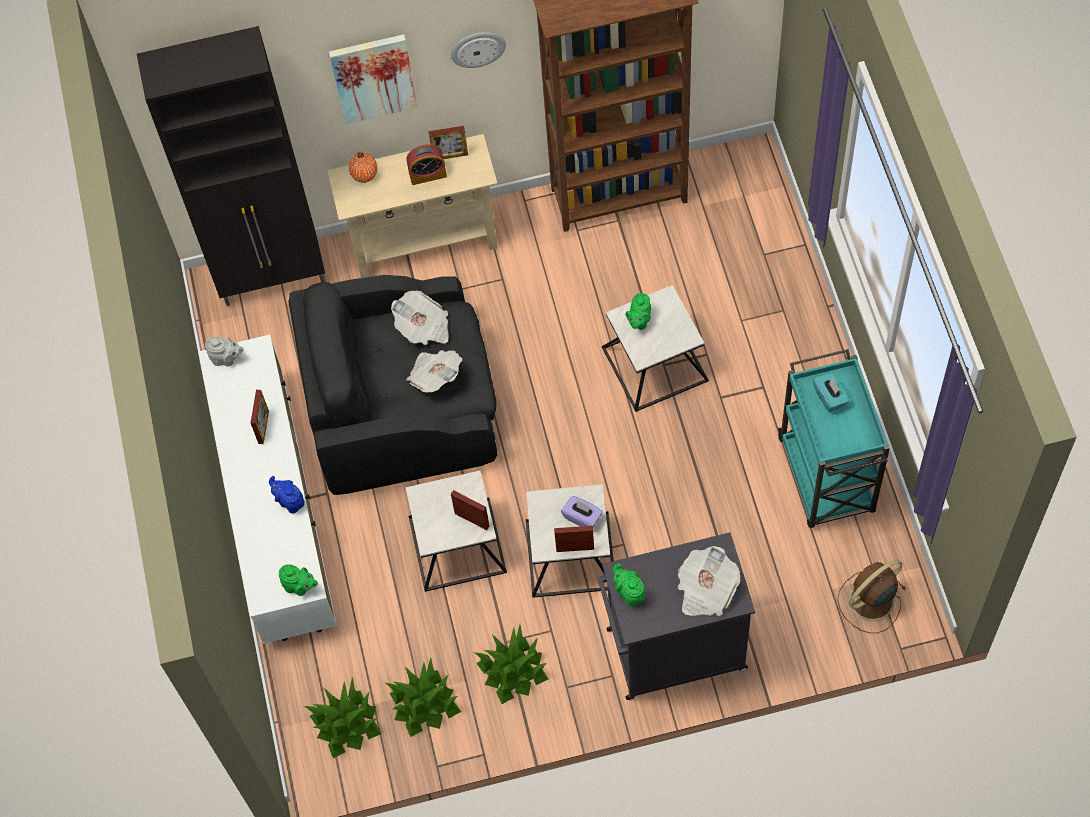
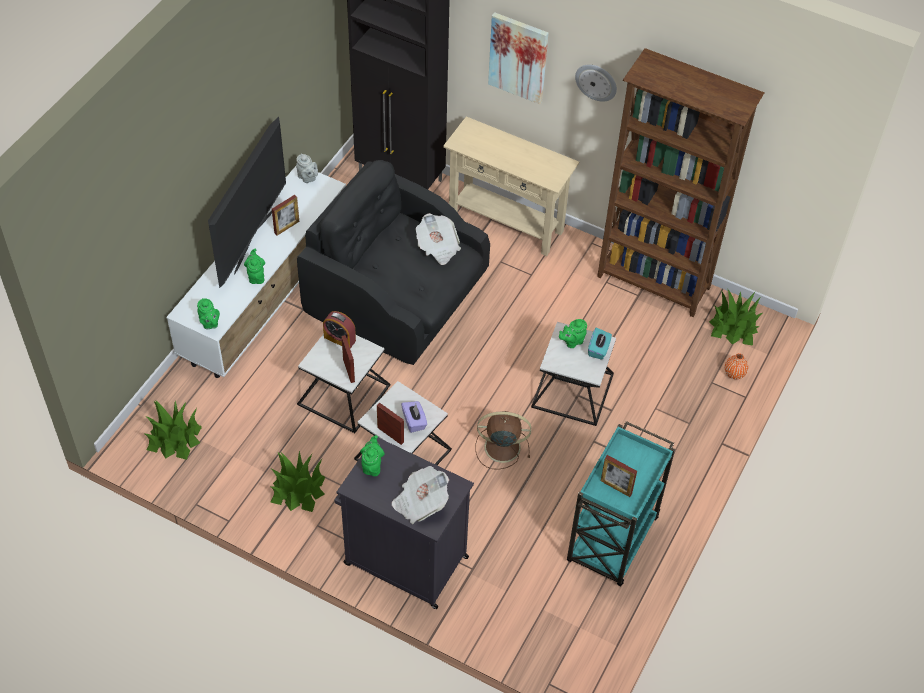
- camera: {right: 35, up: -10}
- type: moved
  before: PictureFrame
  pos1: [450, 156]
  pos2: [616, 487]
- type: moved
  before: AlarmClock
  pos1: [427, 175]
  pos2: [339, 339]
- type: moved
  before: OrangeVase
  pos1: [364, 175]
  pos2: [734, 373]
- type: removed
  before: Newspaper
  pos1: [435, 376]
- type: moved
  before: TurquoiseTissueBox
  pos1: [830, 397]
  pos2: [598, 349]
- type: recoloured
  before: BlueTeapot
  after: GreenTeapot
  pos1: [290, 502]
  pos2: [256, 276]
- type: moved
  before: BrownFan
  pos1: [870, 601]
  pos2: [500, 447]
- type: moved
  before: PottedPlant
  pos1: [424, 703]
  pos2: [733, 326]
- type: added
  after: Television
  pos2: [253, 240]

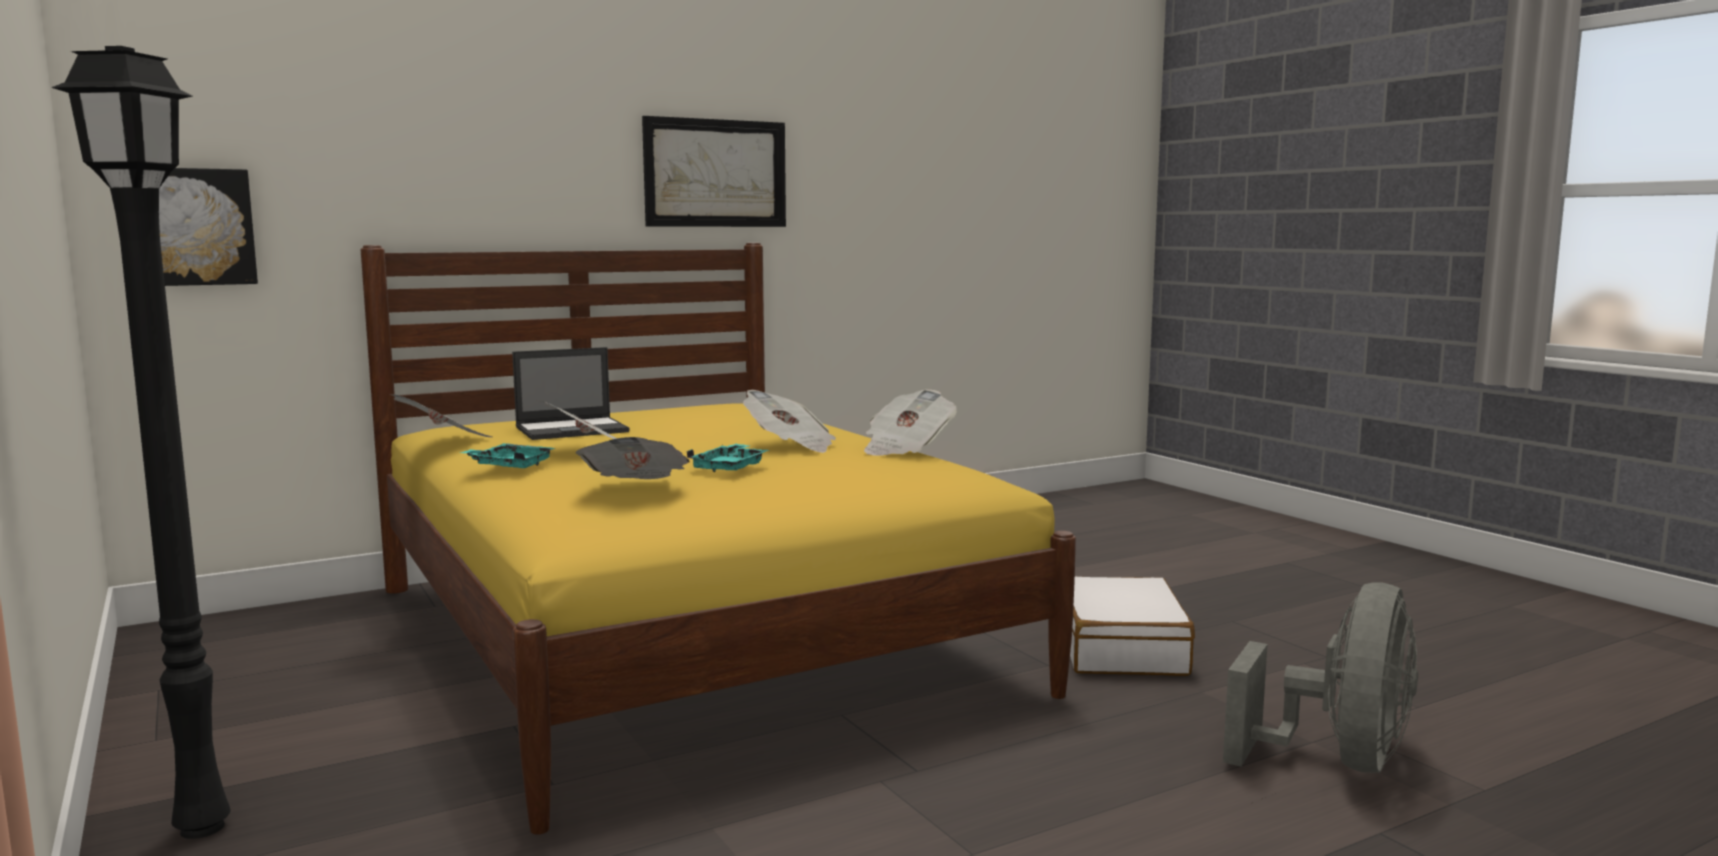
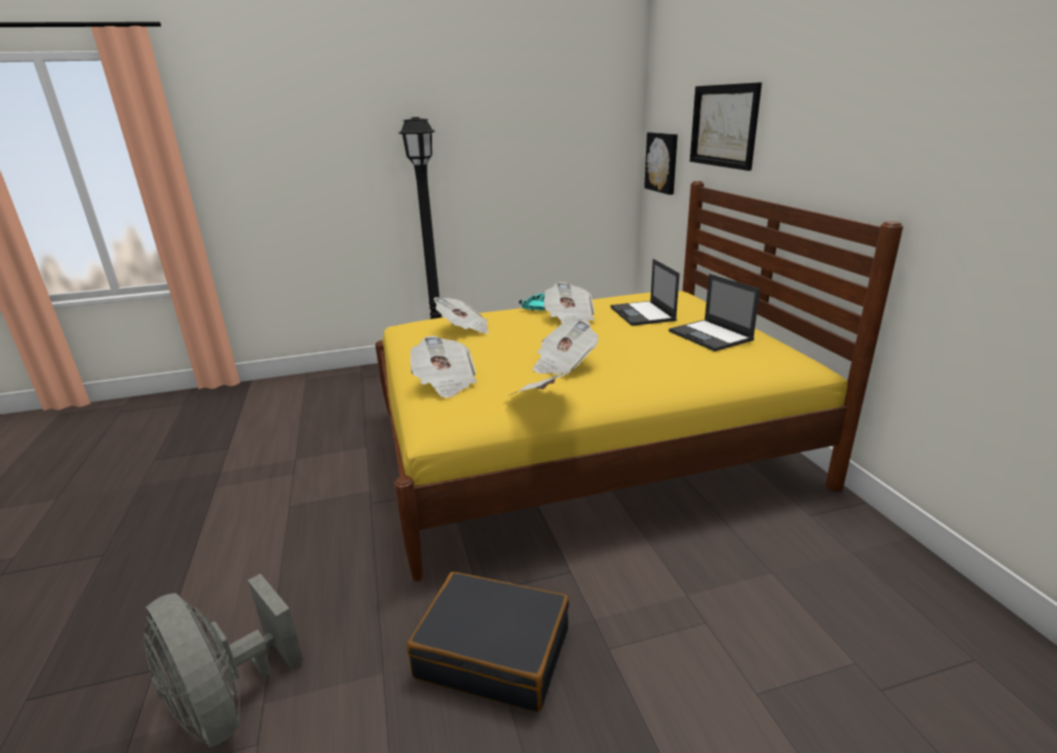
- camera: {right: 105, up: 15}
- type: moved
  before: Picture
  pos1: [715, 173]
  pos2: [724, 126]
- type: moved
  before: Newspaper
  pos1: [443, 441]
  pos2: [445, 383]
- type: removed
  before: TurquoiseTray
  pos1: [730, 468]
- type: recoloured
  before: WhiteSuitcase
  after: BlackSuitcase
  pos1: [1119, 648]
  pos2: [494, 652]
- type: added
  after: Laptop
  pos2: [711, 336]

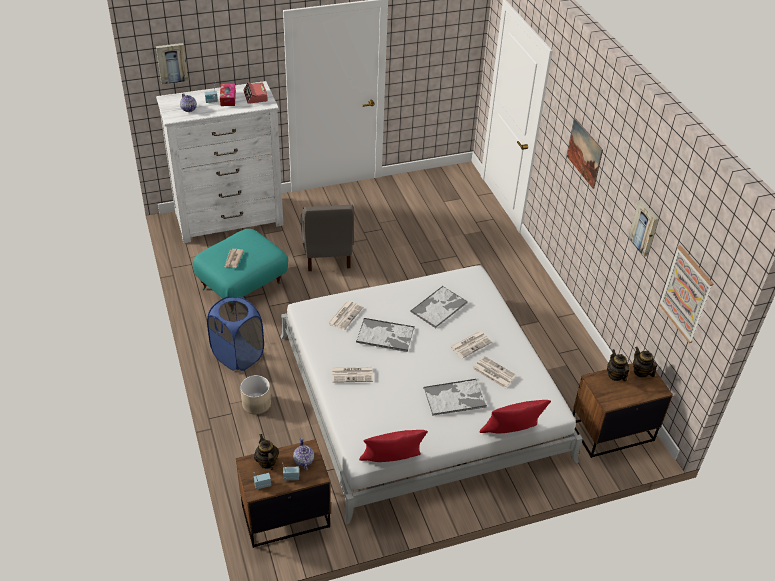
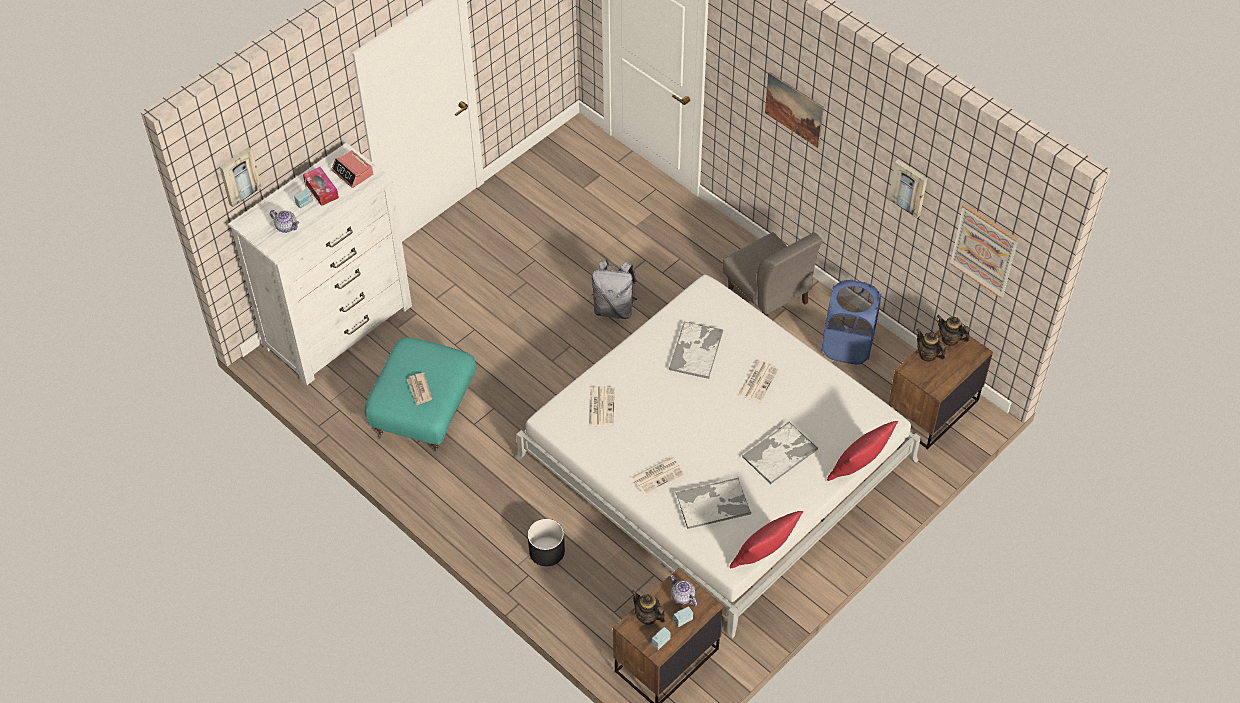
- camera: {right: -25, up: 10}
- type: moved
  before: GreyChair
  pos1: [327, 254]
  pos2: [768, 296]
- type: moved
  before: BlueLaundryBasket
  pos1: [238, 355]
  pos2: [847, 345]
- type: moved
  before: Tray
  pos1: [386, 335]
  pos2: [713, 504]
- type: removed
  before: Newspaper
  pos1: [493, 372]
- type: recoloured
  before: BeigePlanter
  after: BlackPlanter
  pos1: [256, 403]
  pos2: [546, 551]
- type: added
  after: GreyBackpack
  pos2: [614, 308]

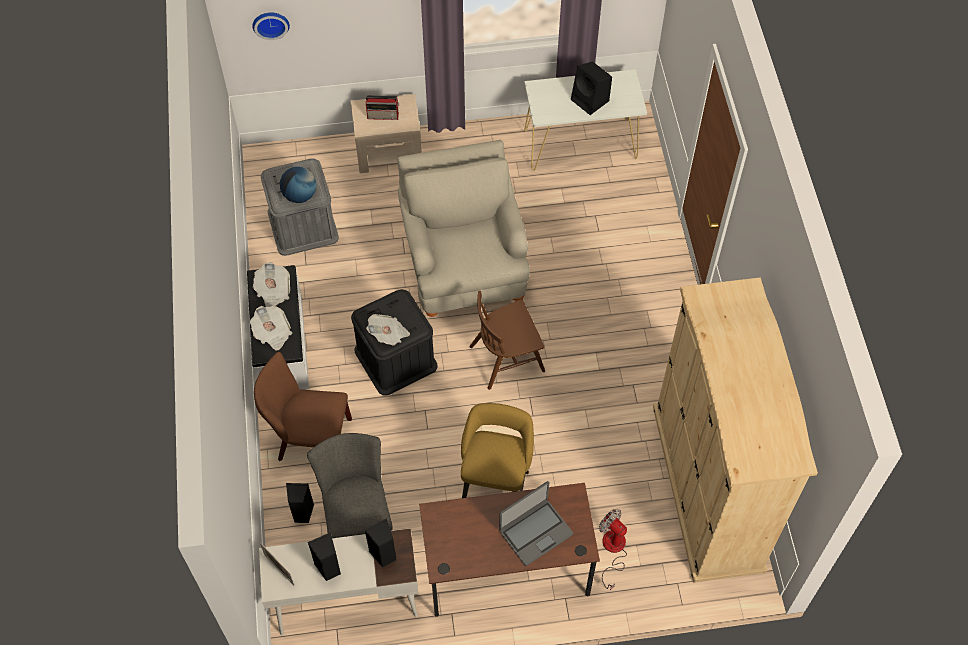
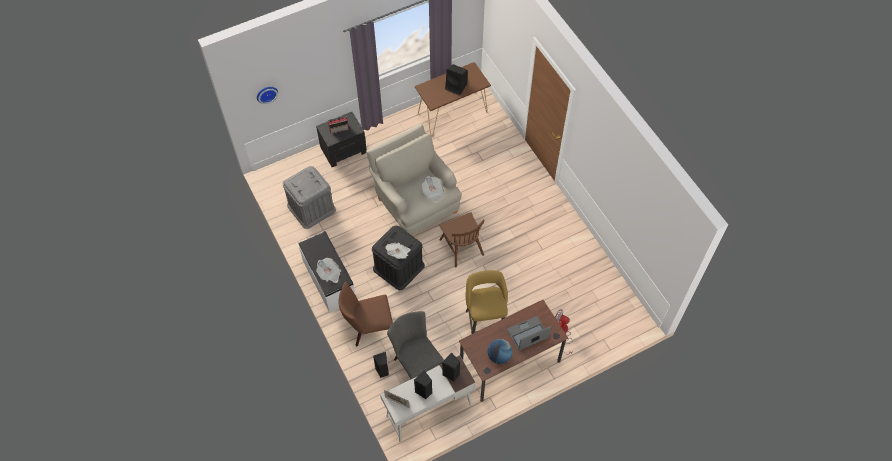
- camera: {right: -20, up: 0}
- type: recoloured
  before: WhiteConsoleTable
  after: BrownConsoleTable
  pos1: [581, 144]
  pos2: [452, 113]
- type: recoloured
  before: BeigeNightstand
  after: BlackNightstand
  pos1: [389, 151]
  pos2: [343, 149]
- type: moved
  before: Globe
  pos1: [300, 195]
  pos2: [499, 356]
- type: moved
  before: Newspaper
  pos1: [273, 291]
  pos2: [433, 193]
- type: removed
  before: BeigeWardrobe
  pos1: [708, 486]
- type: turned
  before: BrownChair
  pos1: [507, 358]
  pos2: [461, 247]
  turn: -75
- type: turned
  before: Laptop
  pos1: [535, 532]
  pos2: [528, 334]
  turn: -150

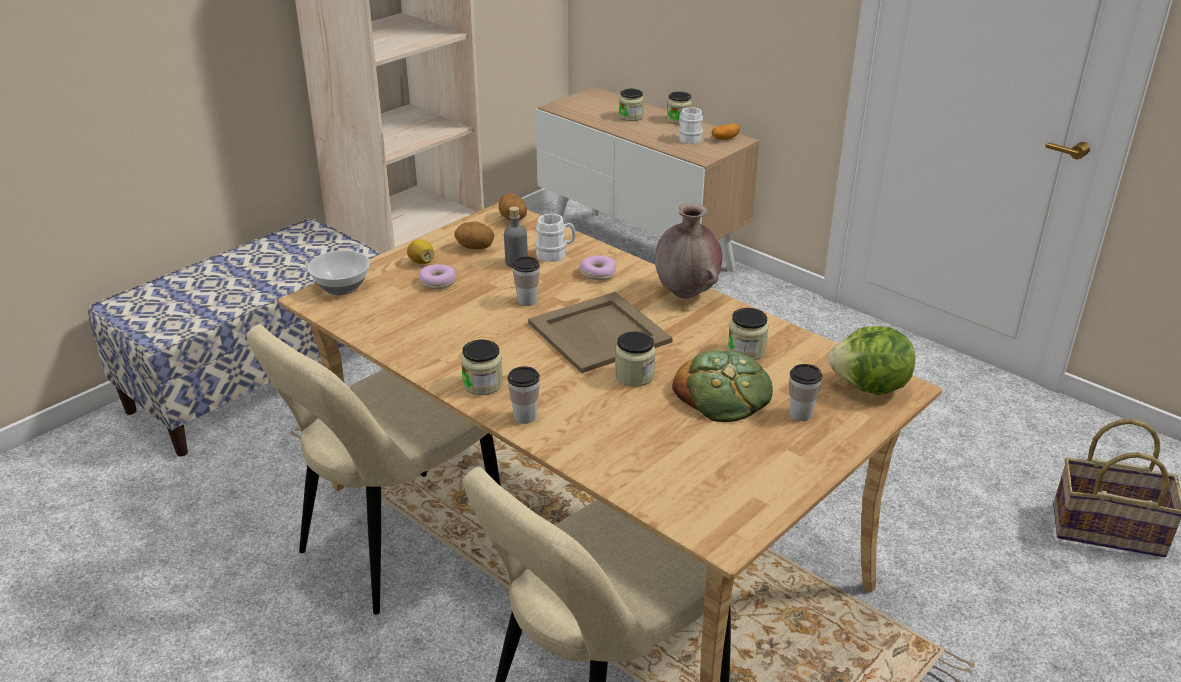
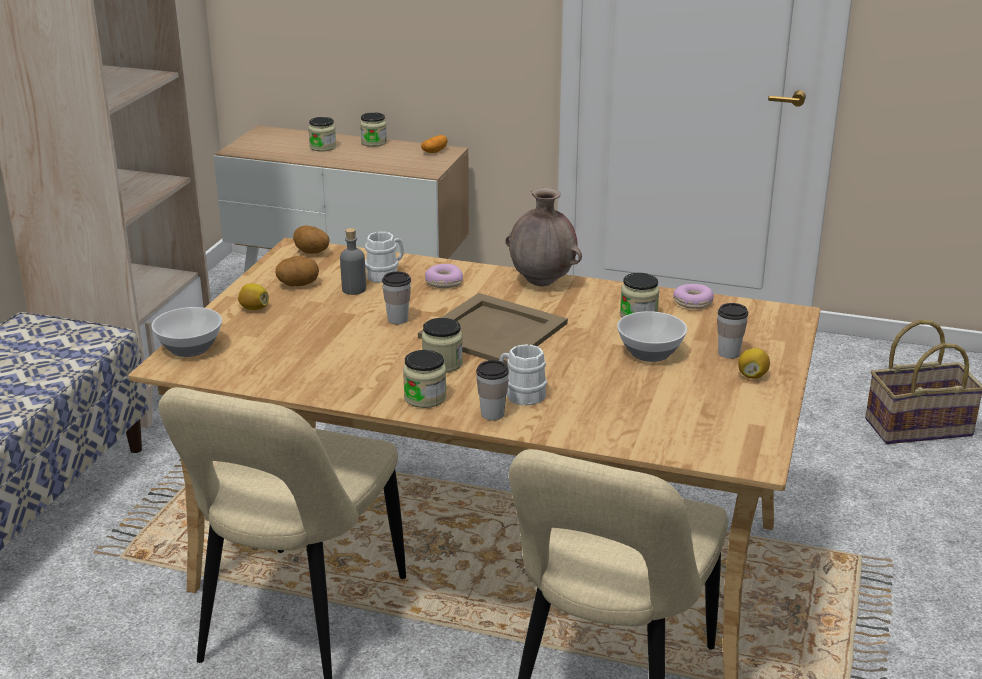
- camera: {right: -25, up: -5}
- type: moved
  before: WhiteMug
  pos1: [688, 138]
  pos2: [520, 394]
- type: moved
  before: Donut
  pos1: [438, 282]
  pos2: [693, 302]
- type: removed
  before: Lettuce
  pos1: [870, 387]
- type: moved
  before: Jar
  pos1: [634, 376]
  pos2: [442, 363]
- type: replaced
  before: Bread
  after: Bowl
  pos1: [723, 392]
  pos2: [650, 352]
- type: added
  after: Lemon
  pos2: [752, 375]

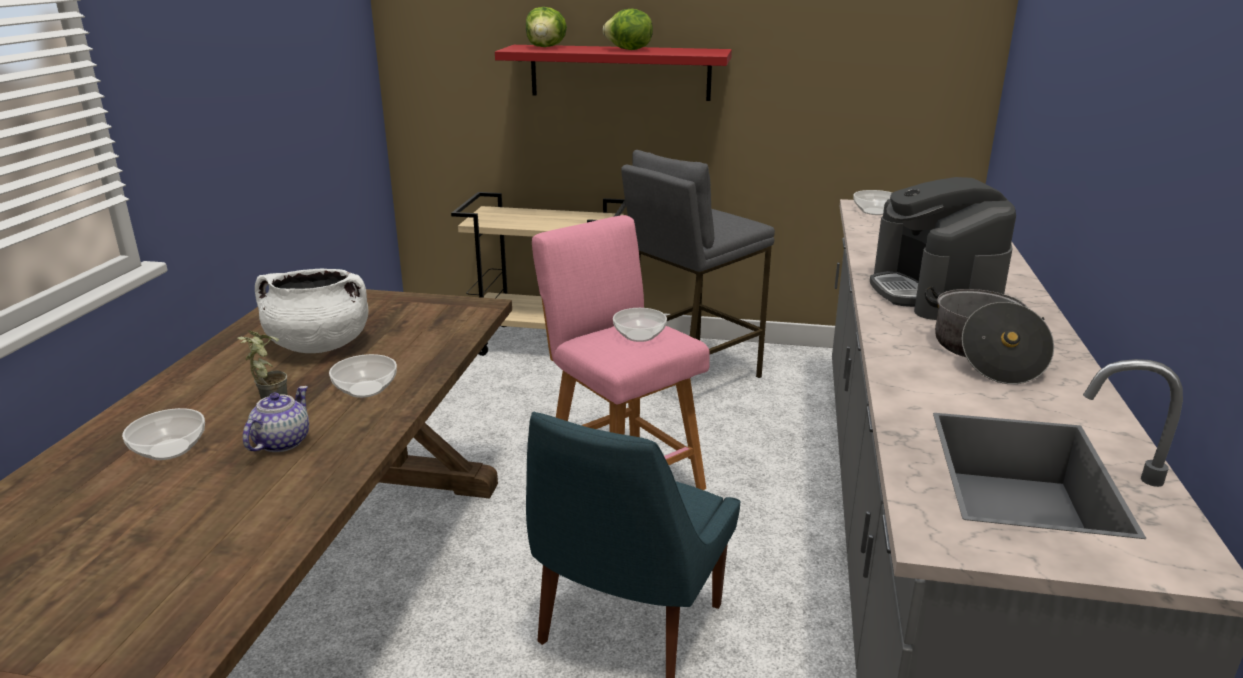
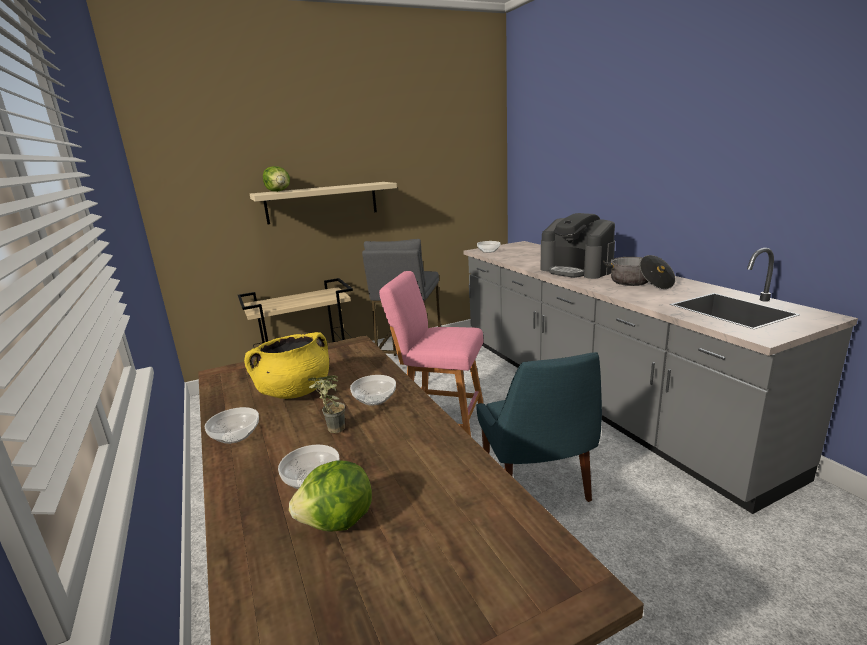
- camera: {right: -35, up: -5}
- type: moved
  before: Lettuce
  pos1: [628, 50]
  pos2: [338, 522]
- type: recoloured
  before: RedShelf
  after: BeigeShelf
  pos1: [620, 72]
  pos2: [322, 202]
- type: recoloured
  before: WhiteCookingPot
  after: YellowCookingPot
  pos1: [319, 345]
  pos2: [294, 392]
- type: moved
  before: Bowl
  pos1: [639, 335]
  pos2: [235, 435]
- type: removed
  before: Teapot
  pos1: [282, 442]

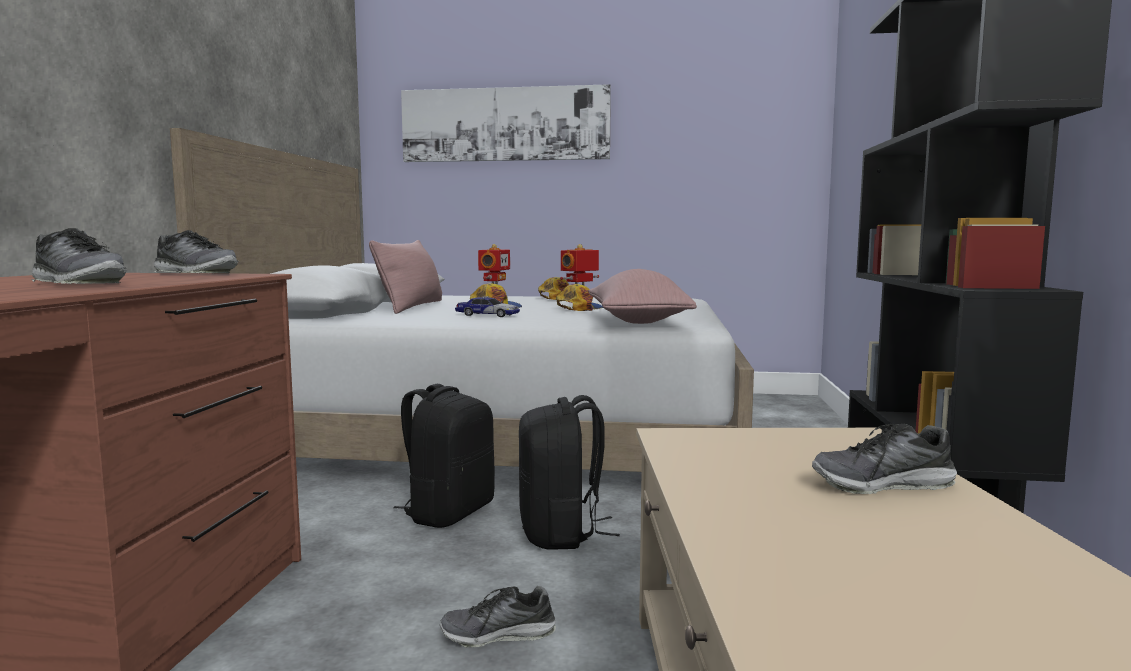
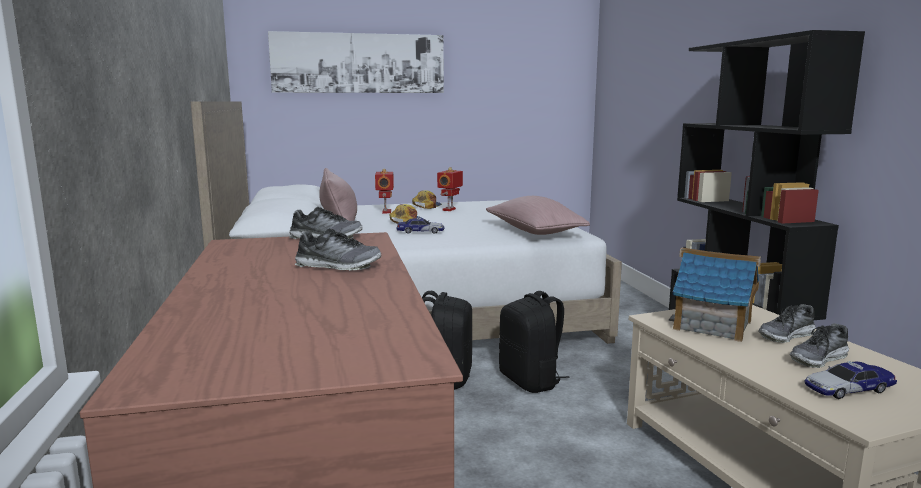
- camera: {right: -20, up: 5}
- type: removed
  before: Cap
  pos1: [579, 309]
- type: moved
  before: Shoe
  pos1: [498, 634]
  pos2: [818, 359]
- type: added
  after: ToyHouse
  pos2: [713, 325]
- type: added
  after: ToyCar
  pos2: [848, 389]

